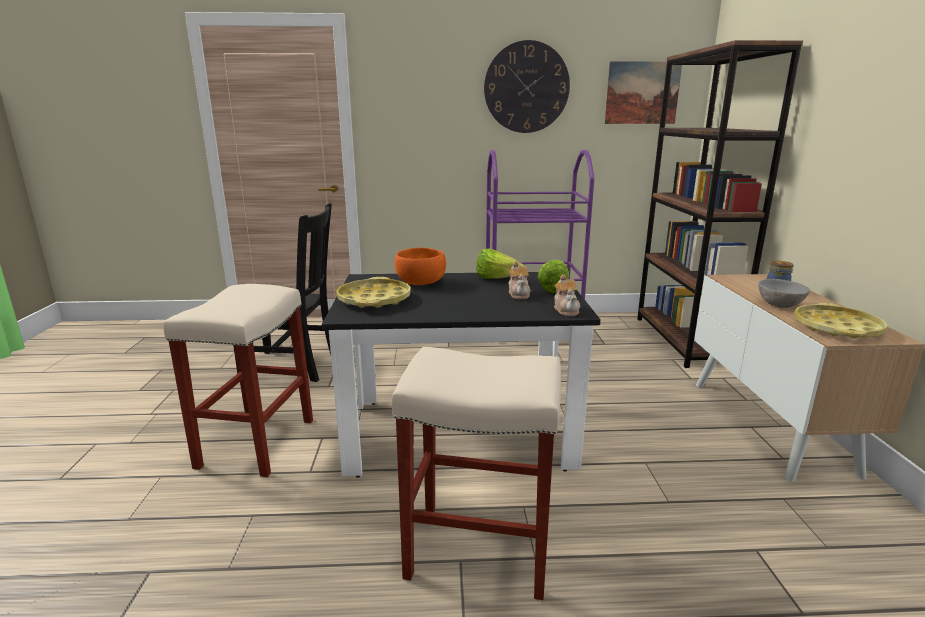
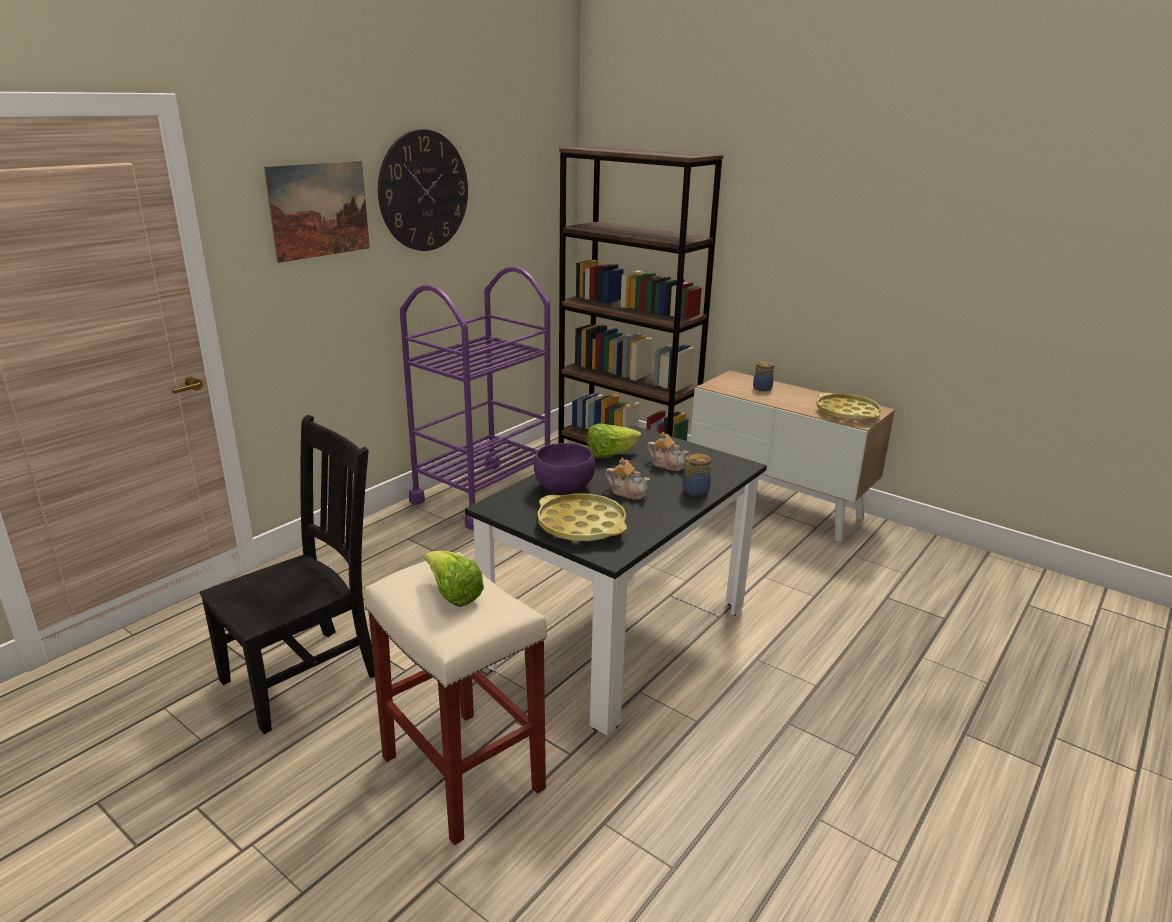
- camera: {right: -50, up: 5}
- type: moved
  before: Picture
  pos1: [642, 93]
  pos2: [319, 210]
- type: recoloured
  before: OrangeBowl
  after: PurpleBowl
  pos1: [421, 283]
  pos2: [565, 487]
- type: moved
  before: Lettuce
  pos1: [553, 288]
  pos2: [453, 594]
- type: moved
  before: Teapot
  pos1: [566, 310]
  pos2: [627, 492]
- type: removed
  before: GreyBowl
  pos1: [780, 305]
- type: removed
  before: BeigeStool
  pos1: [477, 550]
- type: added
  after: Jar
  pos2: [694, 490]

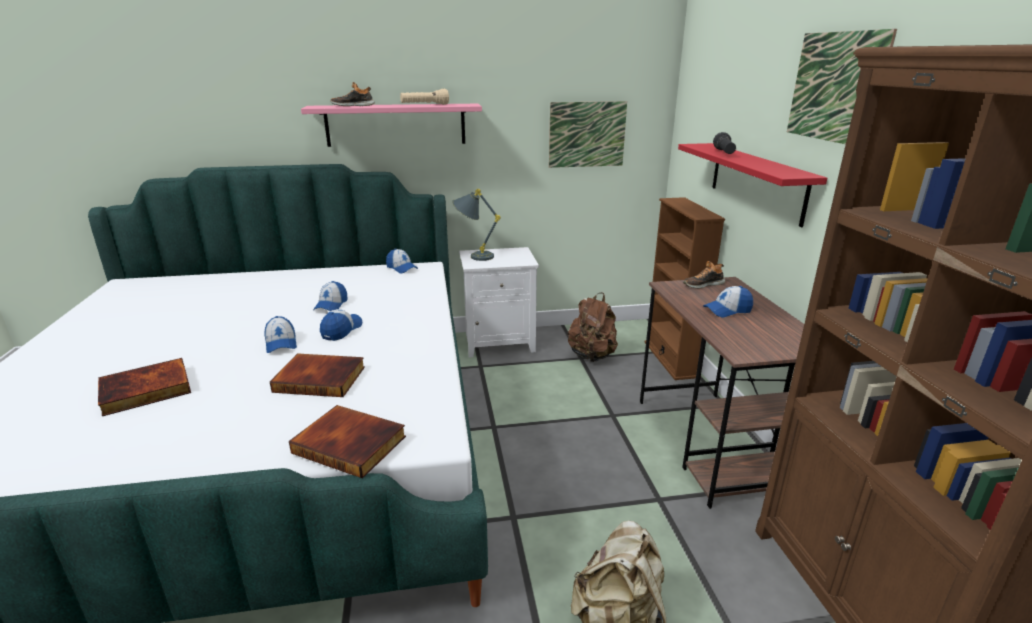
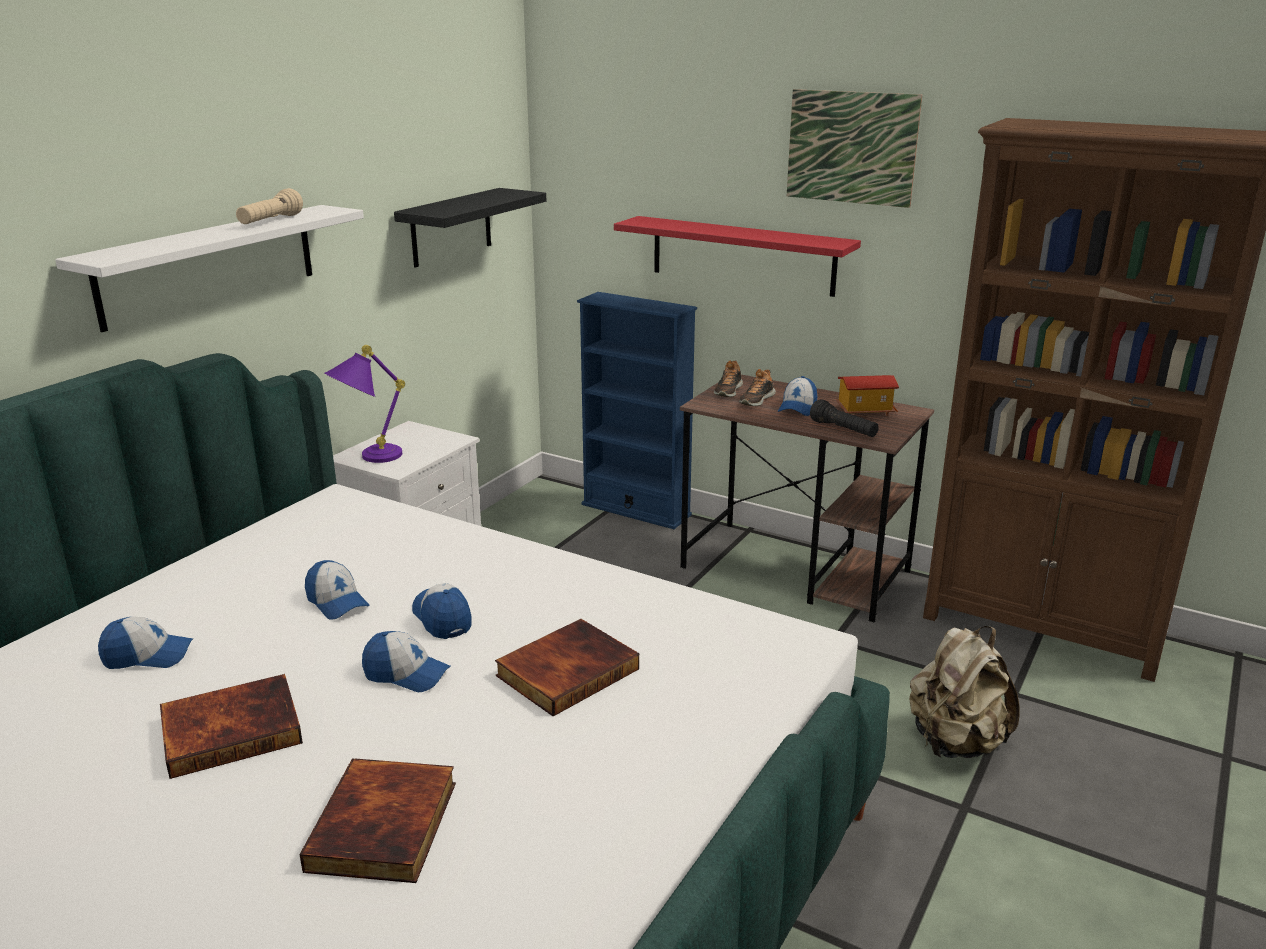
- camera: {right: -50, up: 0}
- type: moved
  before: Shoe
  pos1: [353, 106]
  pos2: [756, 400]
- type: replaced
  before: Picture
  after: BlackShelf
  pos1: [587, 134]
  pos2: [451, 227]
- type: recoloured
  before: PinkShelf
  after: WhiteShelf
  pos1: [396, 125]
  pos2: [209, 265]
- type: moved
  before: BlackFlashlight
  pos1: [724, 153]
  pos2: [843, 430]
- type: recoloured
  before: GreyTableLamp
  after: PurpleTableLamp
  pos1: [473, 256]
  pos2: [368, 459]
- type: recoloured
  before: BrownBookcase
  after: BlueBookcase
  pos1: [671, 359]
  pos2: [636, 510]
- type: moved
  before: Cap
  pos1: [402, 268]
  pos2: [148, 656]
- type: removed
  before: BrownBackpack
  pos1: [592, 356]
- type: moved
  before: Book
  pos1: [351, 443]
  pos2: [232, 729]
- type: added
  after: ToyHouse
  pos2: [864, 411]

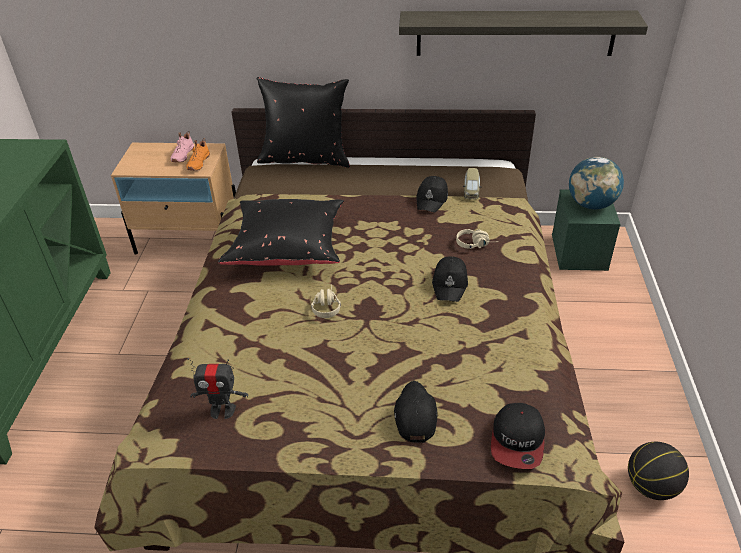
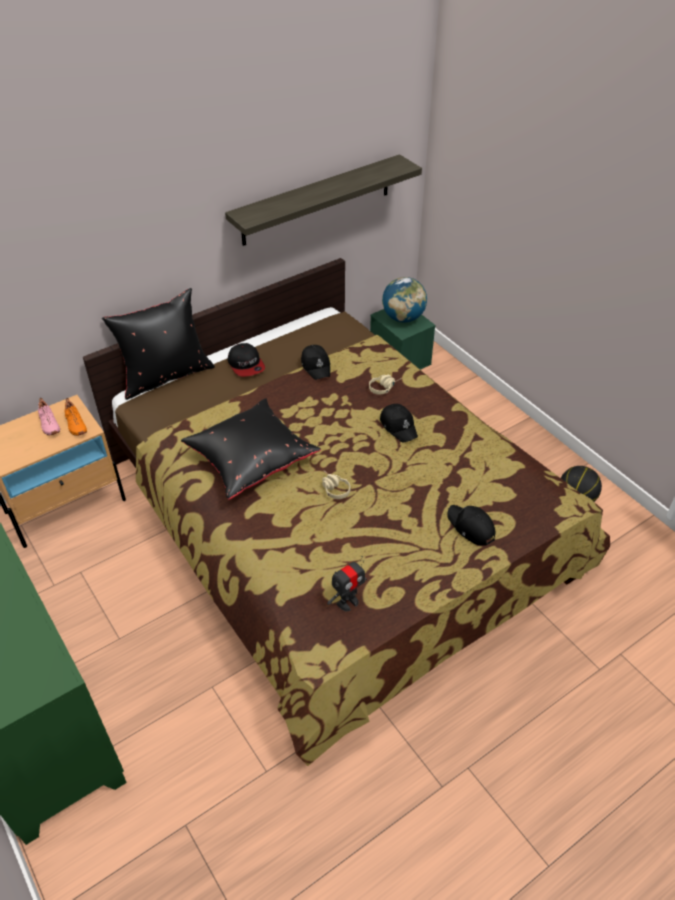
- camera: {right: -40, up: 5}
- type: removed
  before: ToyCar
  pos1: [471, 192]
- type: moved
  before: Cap
  pos1: [517, 441]
  pos2: [246, 365]

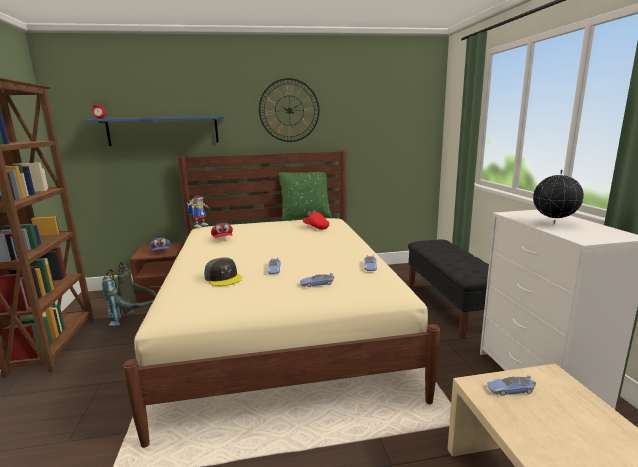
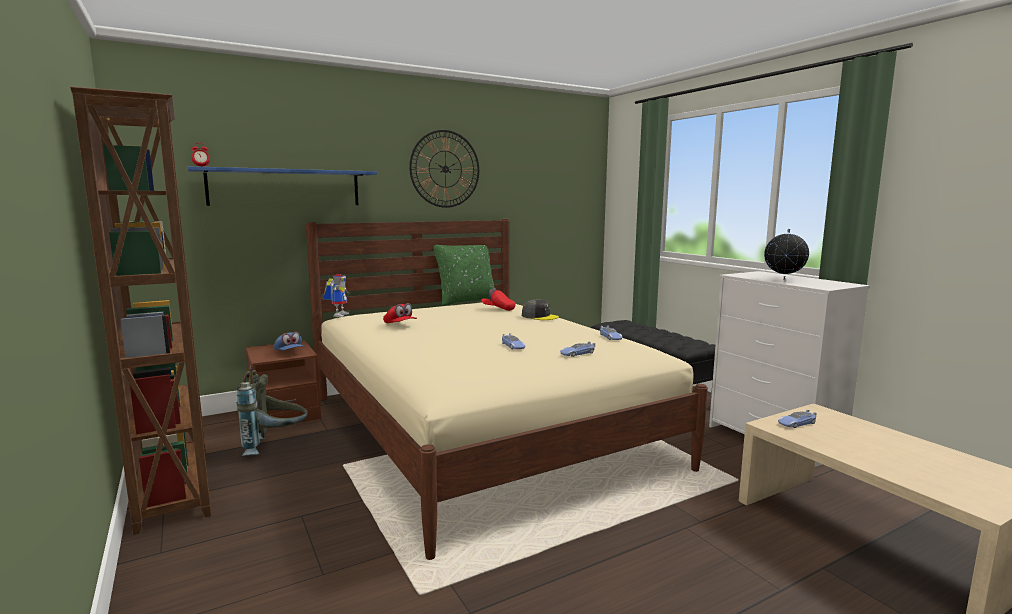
- camera: {right: -20, up: -5}
- type: moved
  before: GreyCap
  pos1: [223, 278]
  pos2: [539, 316]

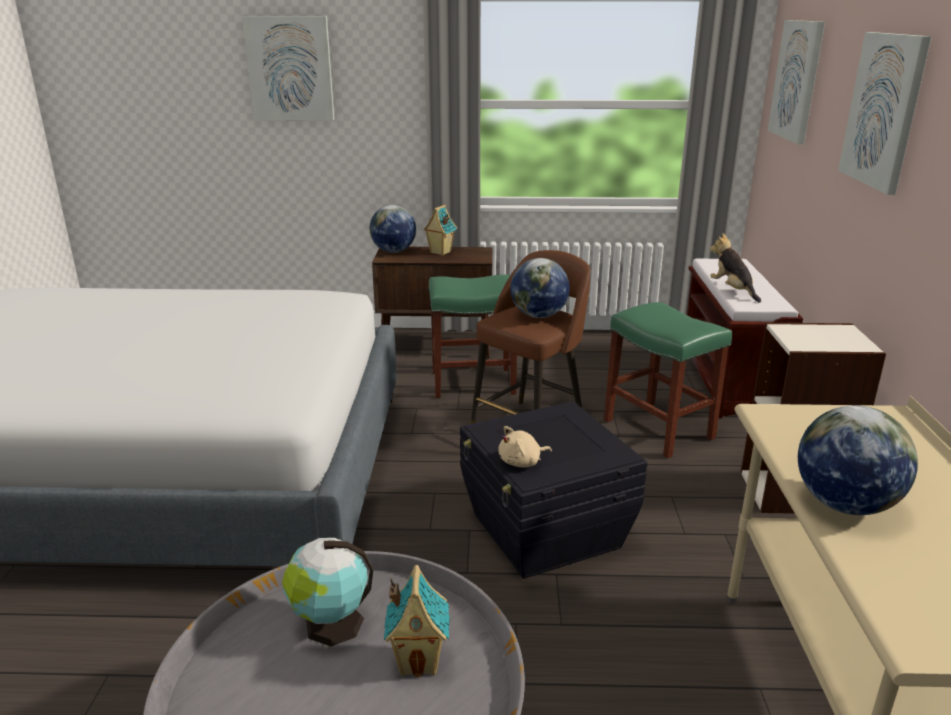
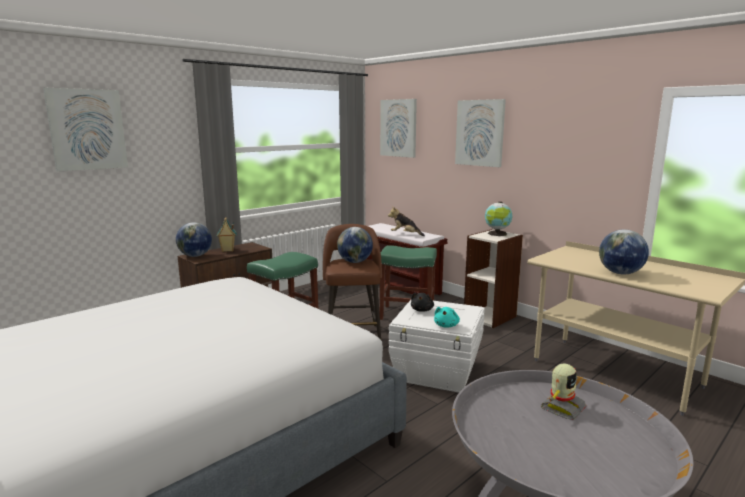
- camera: {right: -45, up: -10}
- type: recoloured
  before: BlackStorageBox
  after: WhiteStorageBox
  pos1: [545, 531]
  pos2: [437, 372]
- type: recoloured
  before: BeigePlushToy
  after: TurquoisePlushToy
  pos1: [522, 462]
  pos2: [446, 325]
- type: moved
  before: Globe
  pos1: [330, 625]
  pos2: [497, 234]
- type: replaced
  before: ToyHouse
  after: ToyRobot
  pos1: [419, 660]
  pos2: [562, 408]
- type: added
  after: BlackPlushToy
  pos2: [422, 310]

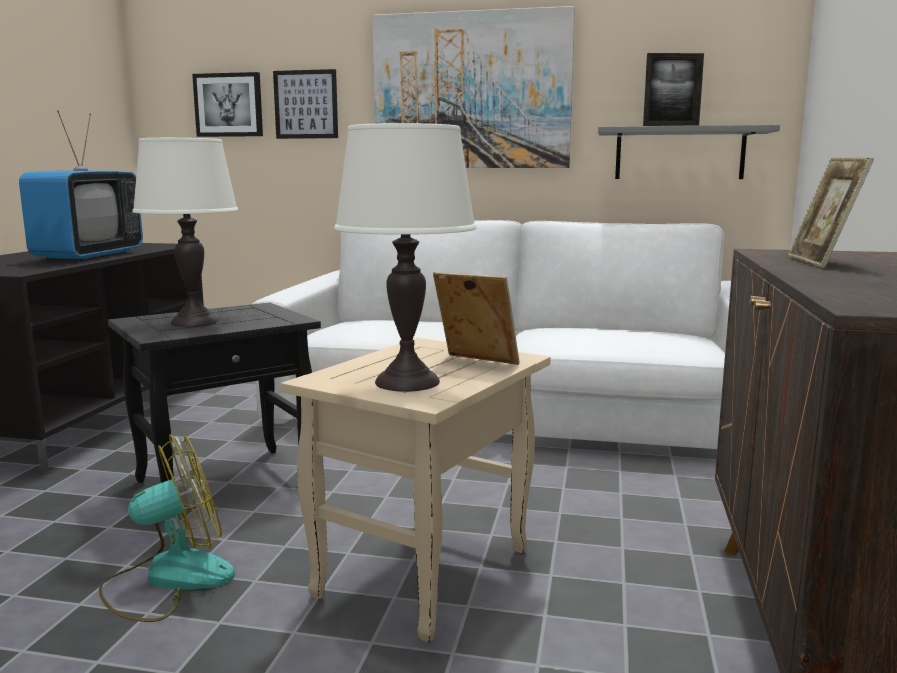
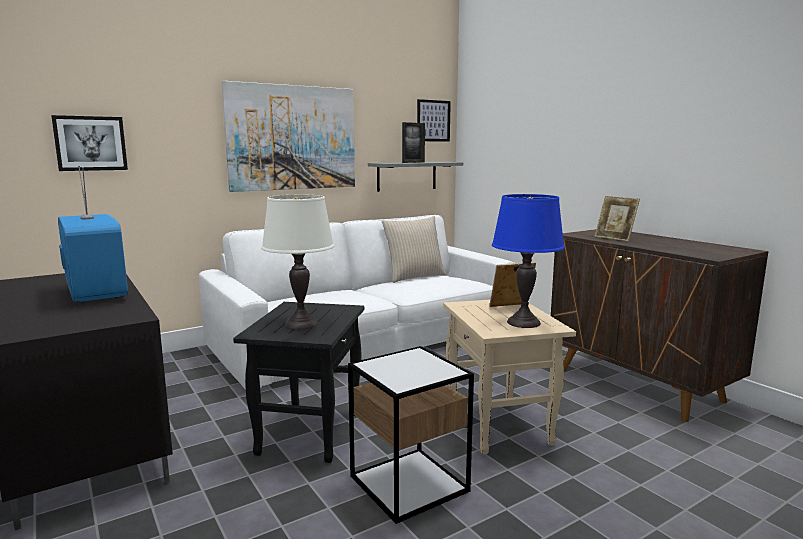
- camera: {right: -45, up: 0}
- type: moved
  before: Picture
  pos1: [306, 104]
  pos2: [433, 121]
- type: recoloured
  before: WhiteTableLamp
  after: BlueTableLamp
  pos1: [407, 382]
  pos2: [523, 323]
- type: replaced
  before: Fan
  after: SideTable
  pos1: [168, 579]
  pos2: [408, 483]
- type: added
  after: BeigePillow
  pos2: [414, 277]

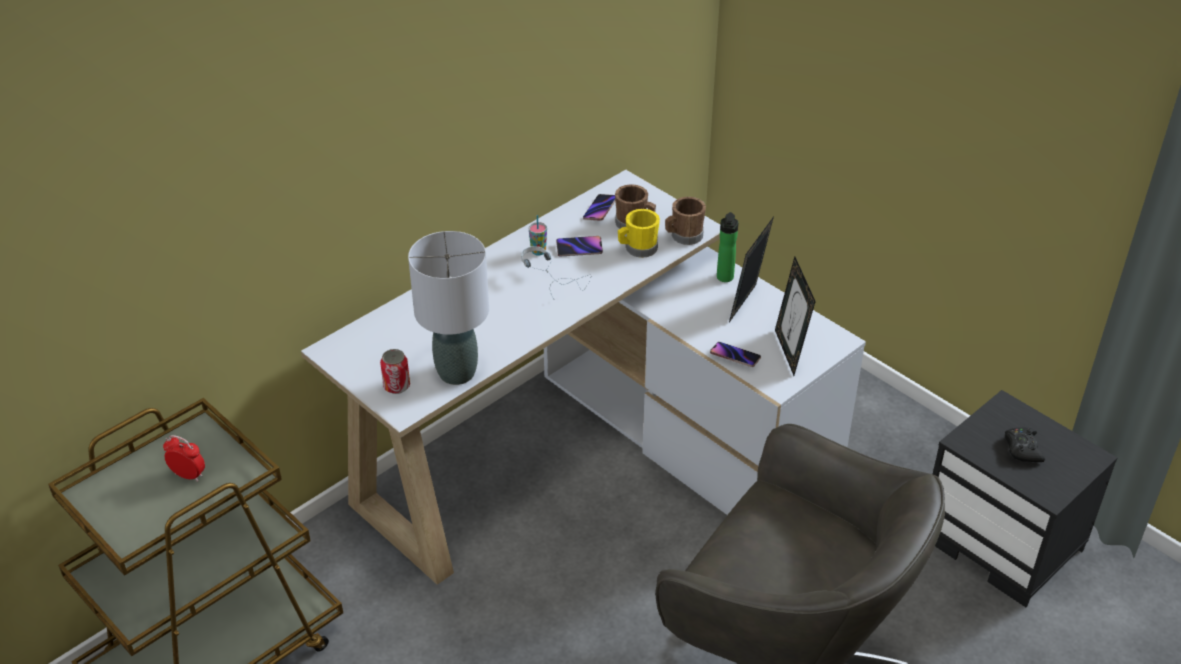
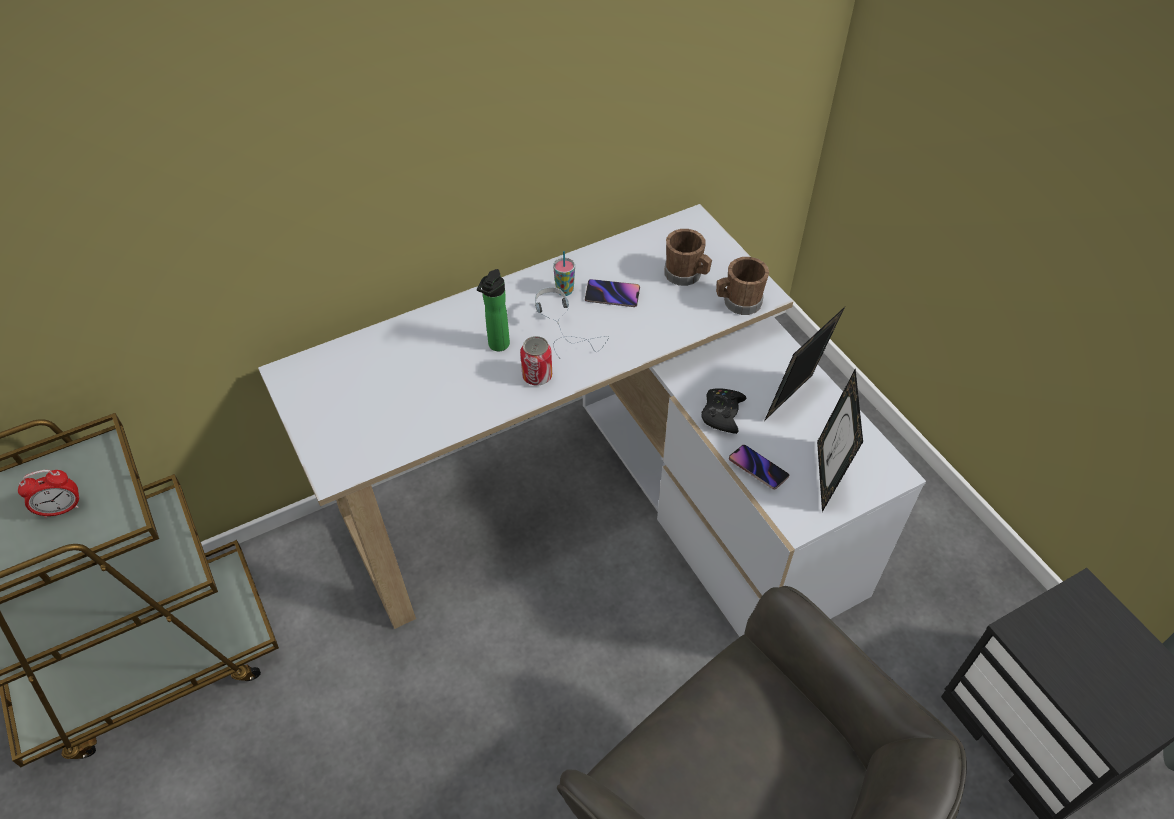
- camera: {right: 15, up: 10}
- type: removed
  before: Phone
  pos1: [600, 209]
- type: removed
  before: YellowMug
  pos1: [637, 249]
- type: moved
  before: Bottle
  pos1: [724, 279]
  pos2: [497, 346]
- type: removed
  before: GreyTableLamp
  pos1: [456, 372]
- type: moved
  before: Can
  pos1: [396, 386]
  pos2: [537, 376]
- type: moved
  before: BlackGameController
  pos1: [1022, 449]
  pos2: [722, 414]
- type: turned
  before: AlarmClock
  pos1: [188, 475]
  pos2: [62, 509]
  turn: 120

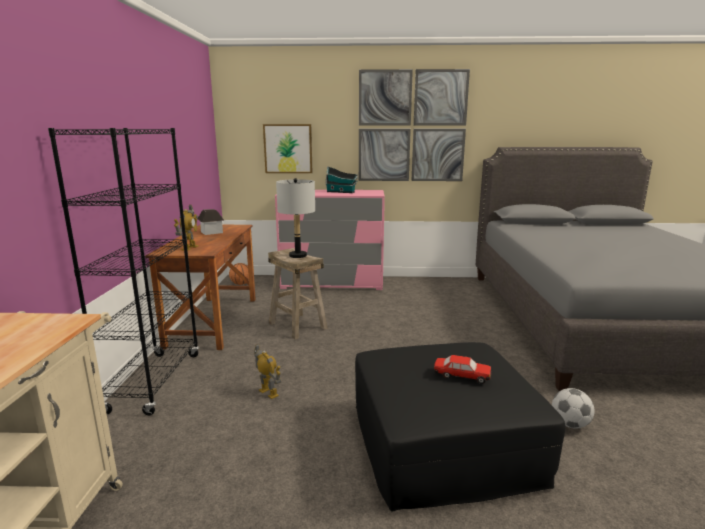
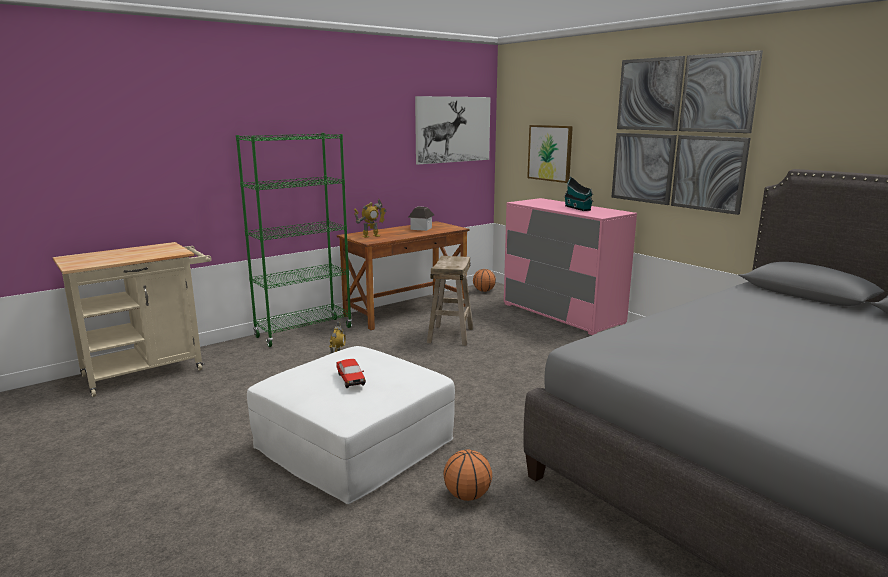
- camera: {right: 50, up: 0}
- type: recoloured
  before: BlackBookcase
  after: GreenBookcase
  pos1: [155, 382]
  pos2: [304, 332]
- type: removed
  before: GreyTableLamp
  pos1: [297, 255]
- type: recoloured
  before: BlackOttoman
  after: WhiteOttoman
  pos1: [441, 444]
  pos2: [354, 444]
- type: replaced
  before: Football
  after: Basketball
  pos1: [570, 424]
  pos2: [467, 495]
- type: added
  after: Picture
  pos2: [453, 129]

